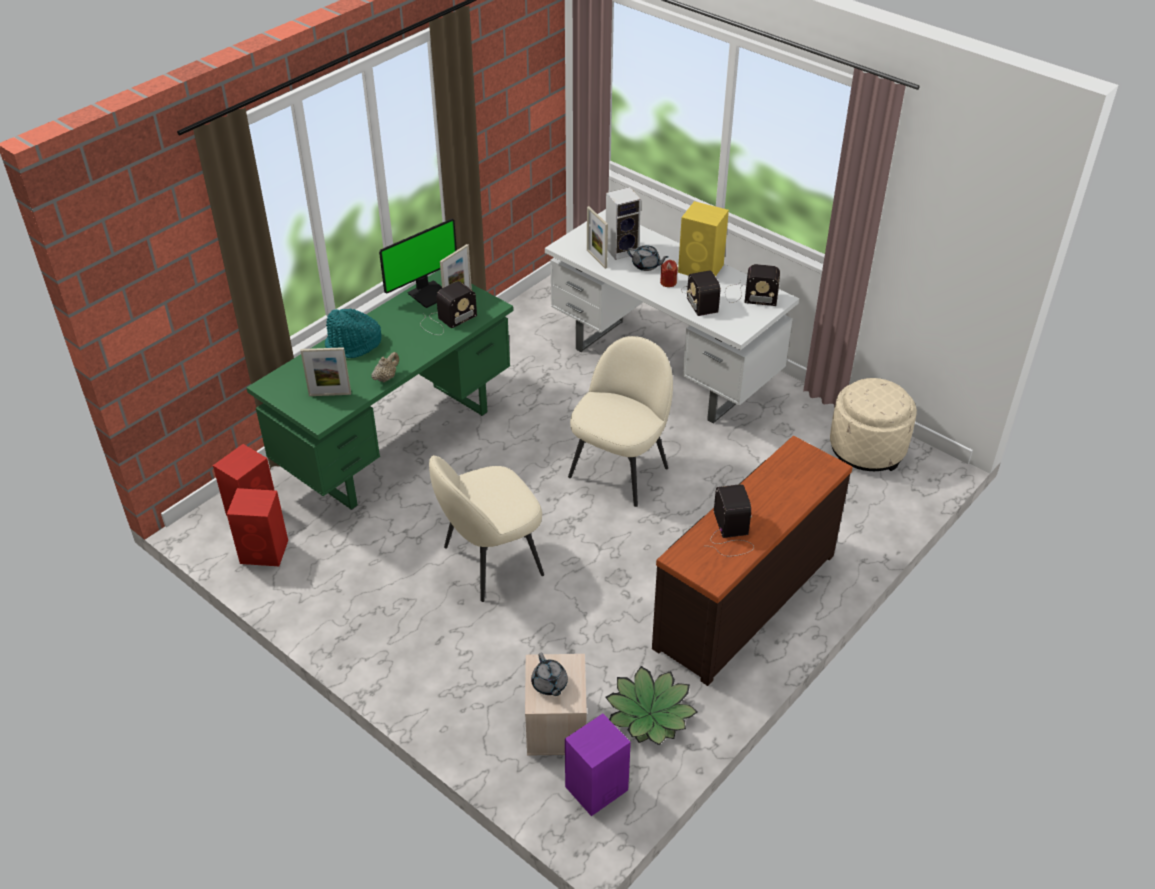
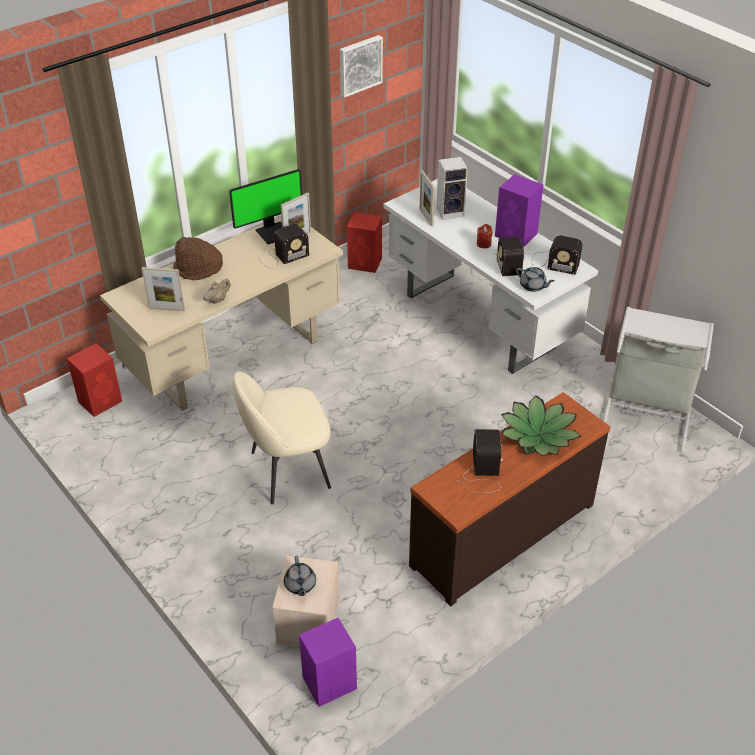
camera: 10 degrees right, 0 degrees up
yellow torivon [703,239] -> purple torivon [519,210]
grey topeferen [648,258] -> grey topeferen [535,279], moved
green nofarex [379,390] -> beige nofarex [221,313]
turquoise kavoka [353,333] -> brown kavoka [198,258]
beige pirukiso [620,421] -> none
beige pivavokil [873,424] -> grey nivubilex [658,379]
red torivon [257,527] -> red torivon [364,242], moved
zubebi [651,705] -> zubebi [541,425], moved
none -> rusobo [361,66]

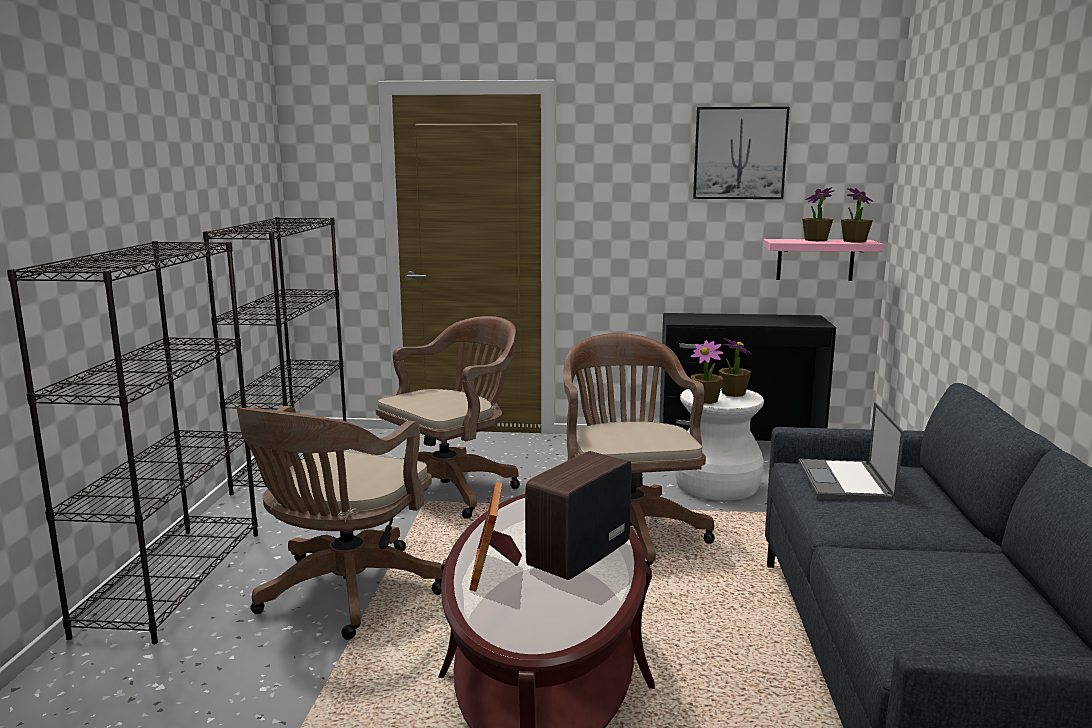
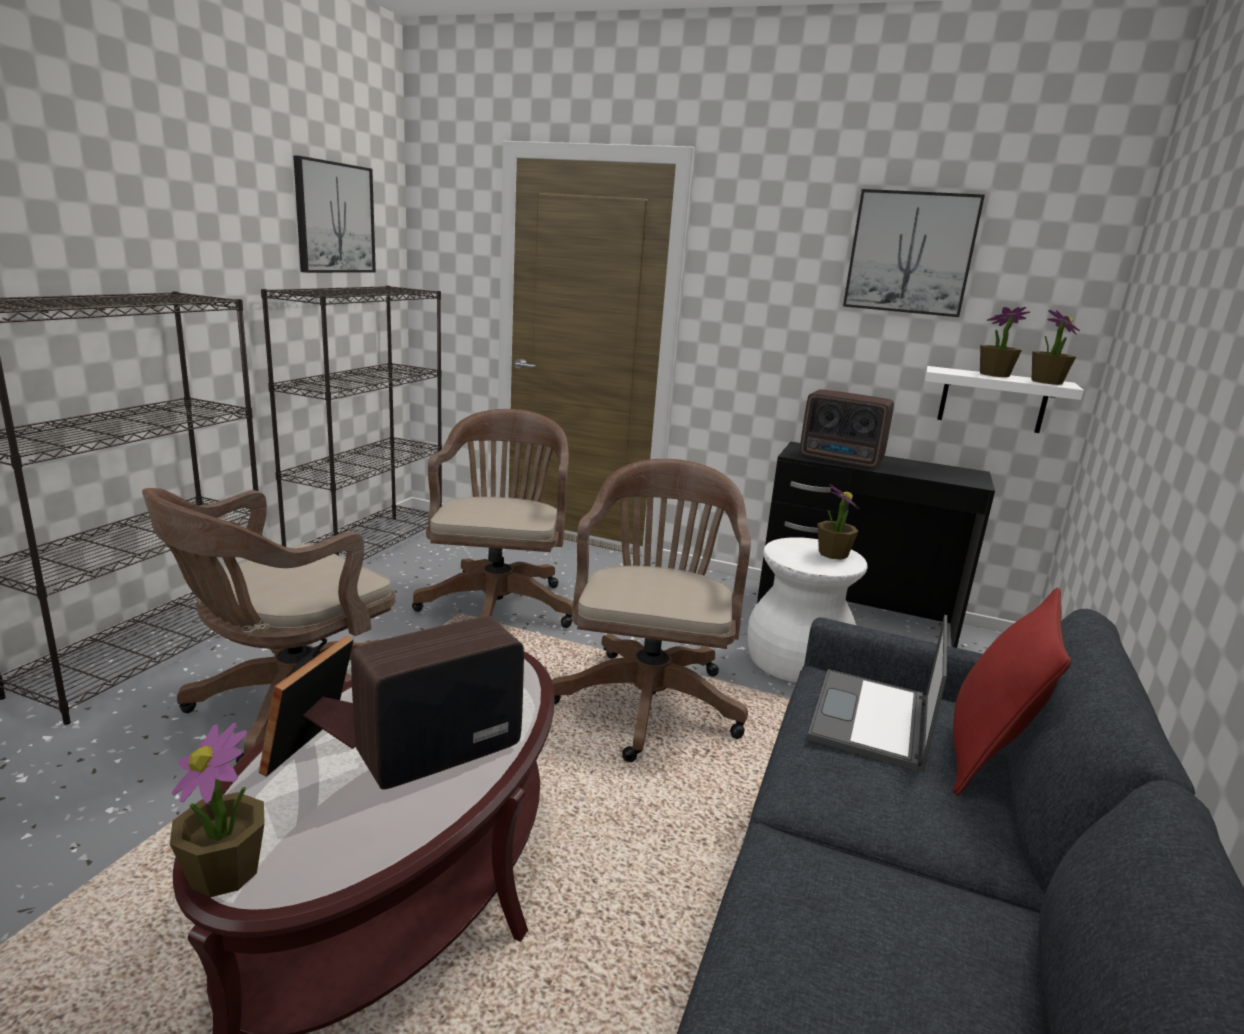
camera: 15 degrees right, 5 degrees up
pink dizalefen [823,260] -> white dizalefen [1004,399]
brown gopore [448,417] -> brown gopore [492,518], 60 degrees counterclockwise
zubebi [707,372] -> zubebi [217,809], moved
none -> rusobo [334,214]
none -> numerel [847,428]
none -> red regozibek [1012,691]

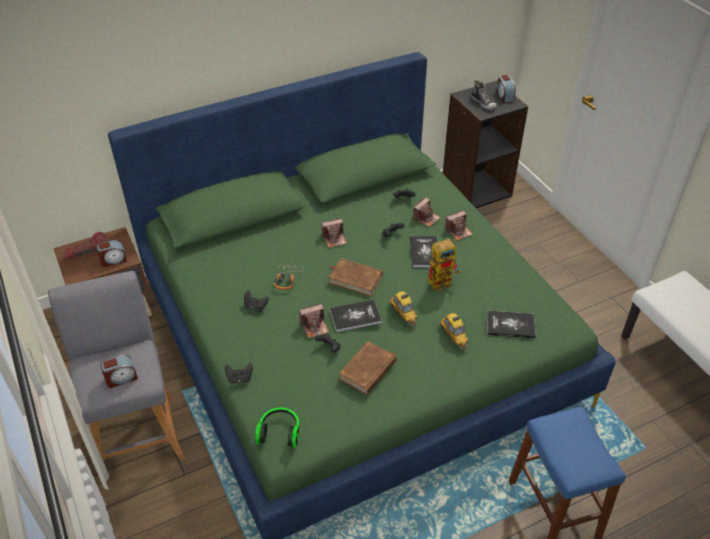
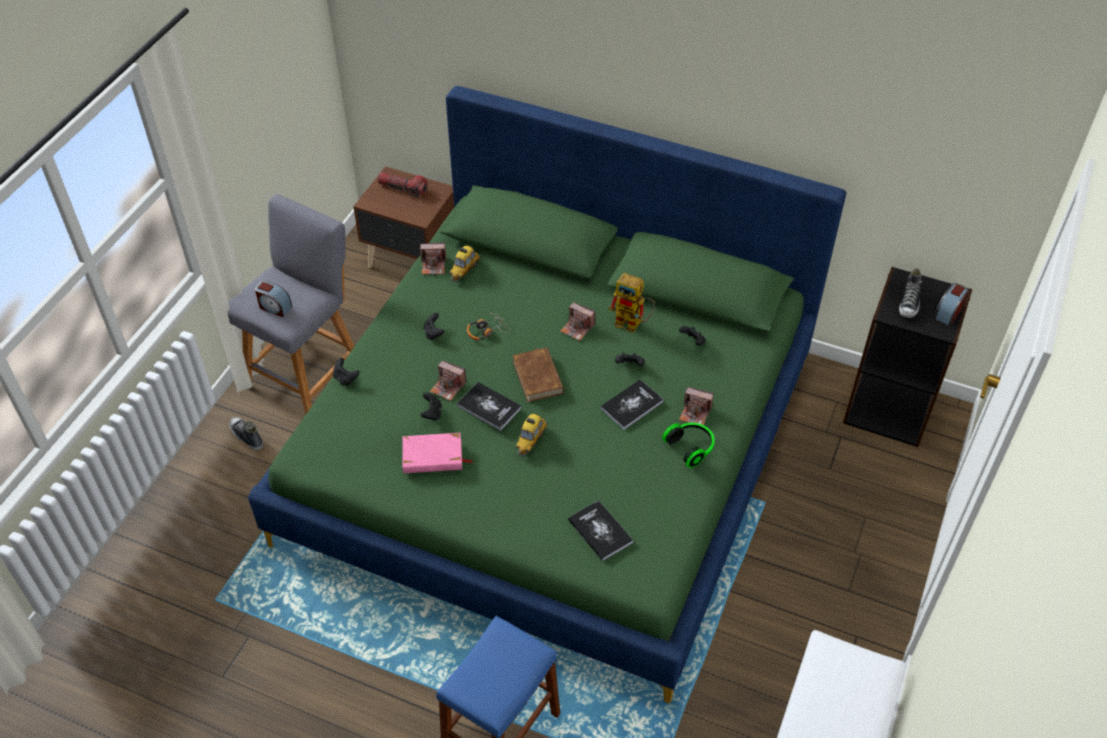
camera: 50 degrees right, 5 degrees up
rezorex [427,212] -> rezorex [433,258], moved
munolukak [444,265] -> munolukak [632,303], moved
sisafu [111,253] -> none
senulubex [454,331] -> senulubex [464,264], moved
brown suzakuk [367,368] -> pink suzakuk [437,453]
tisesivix [277,427] -> tisesivix [688,445], moved
none -> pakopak [246,433]

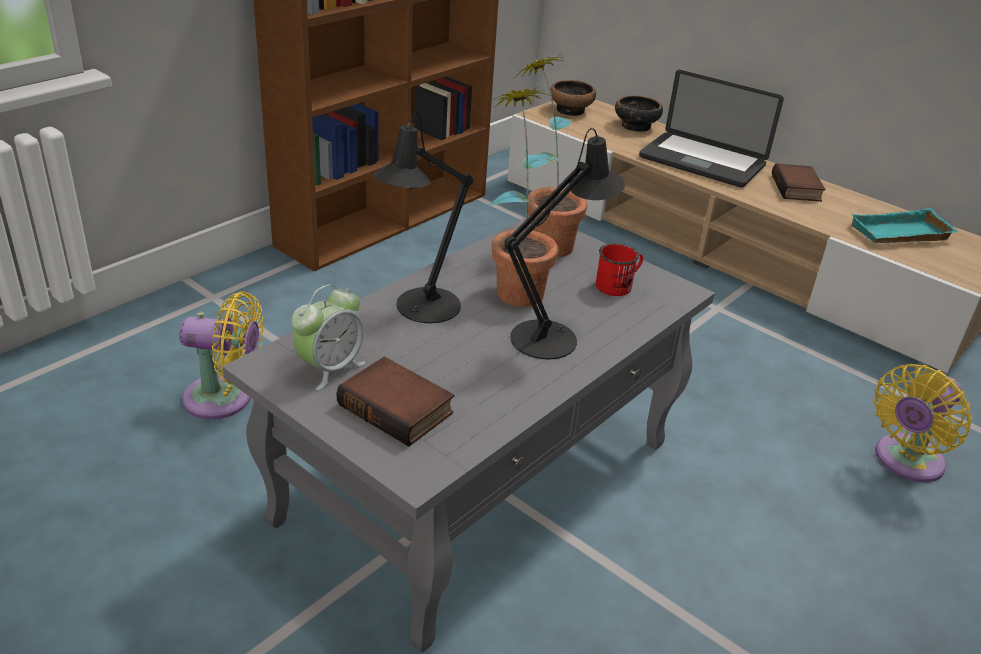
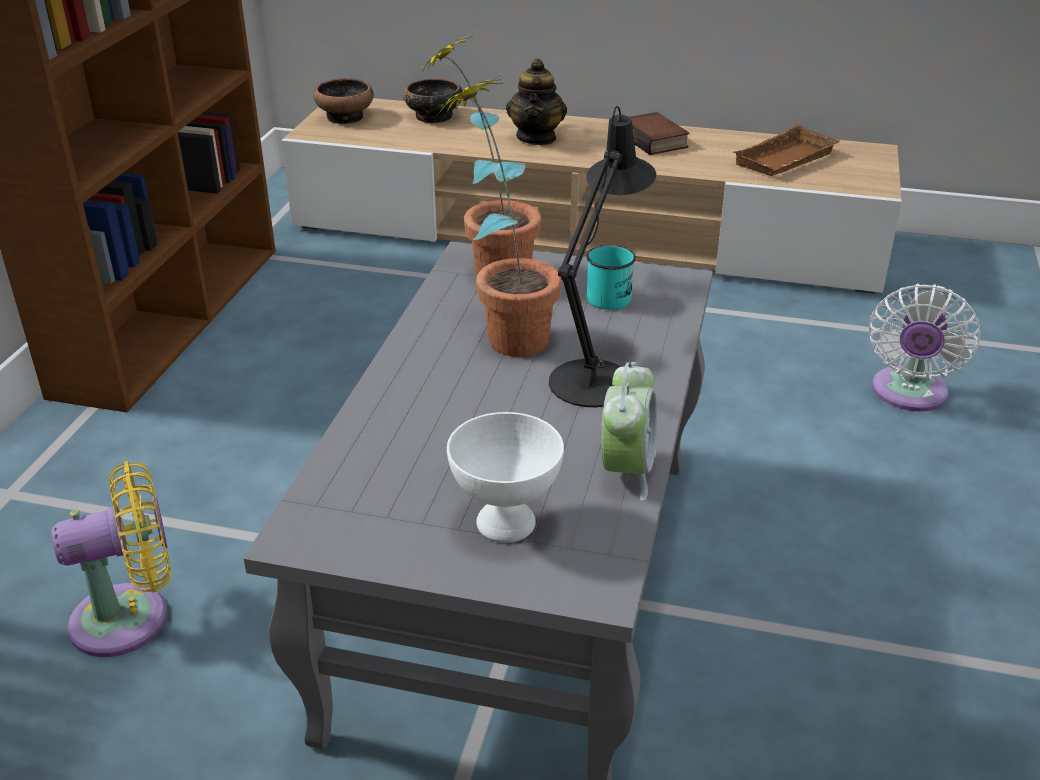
camera: 25 degrees left, 0 degrees up
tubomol [711,129] -> topeferen [536,101]
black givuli [423,217] -> none
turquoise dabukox [905,225] -> brown dabukox [786,150]
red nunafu [619,269] -> turquoise nunafu [611,277]
sisafu [328,337] -> sisafu [629,431], moved
suzakuk [395,402] -> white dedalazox [505,477]
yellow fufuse [923,423] -> white fufuse [924,347]

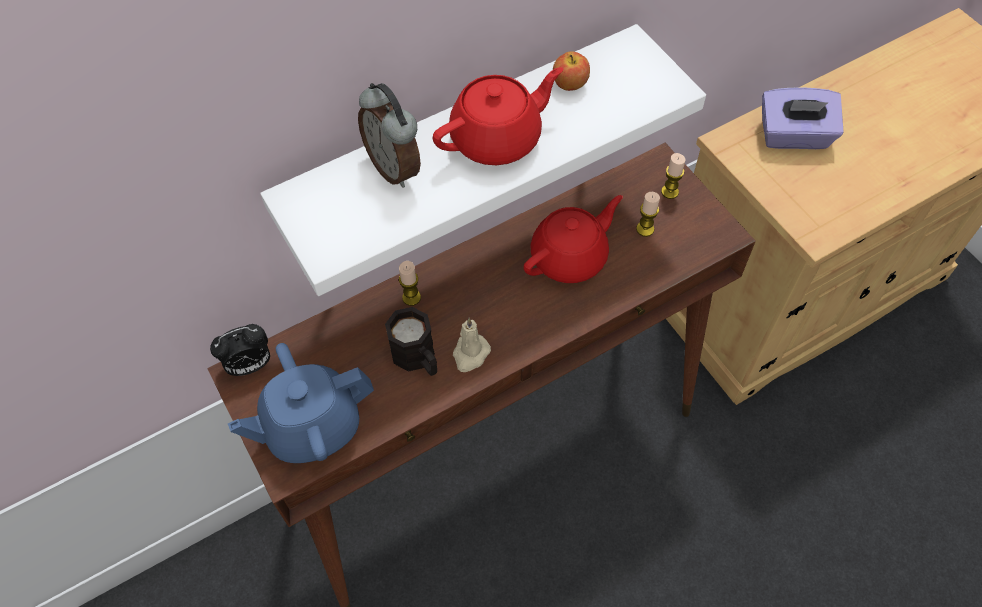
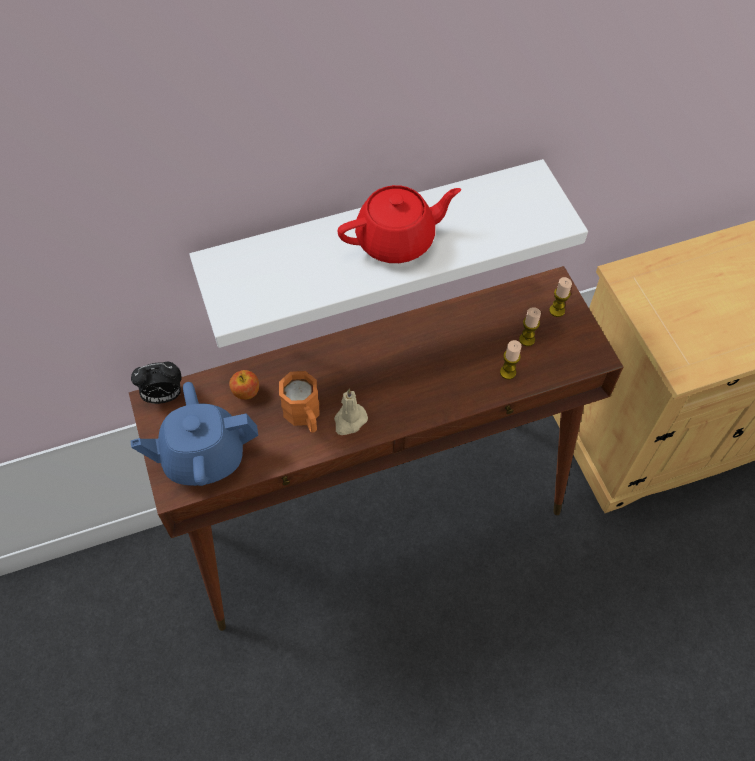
camera: 10 degrees right, 0 degrees up
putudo [571,71] -> putudo [244,384], moved
sisafu [389,135] -> none
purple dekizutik [803,118] -> none
red topeferen [573,239] -> none
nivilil [410,283] -> nivilil [510,360], moved
black nunafu [411,341] -> orange nunafu [299,402]

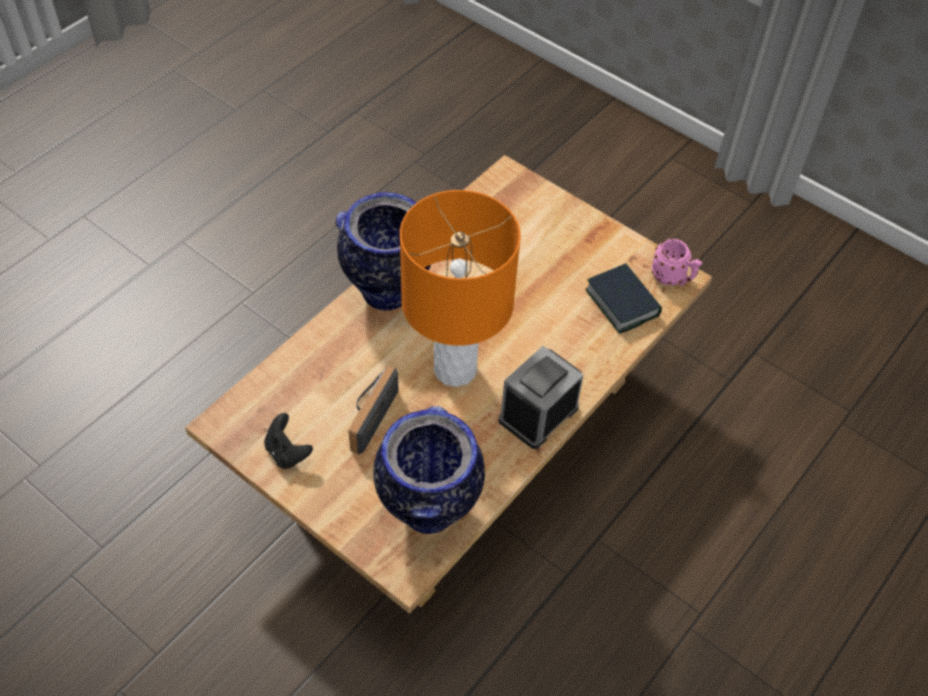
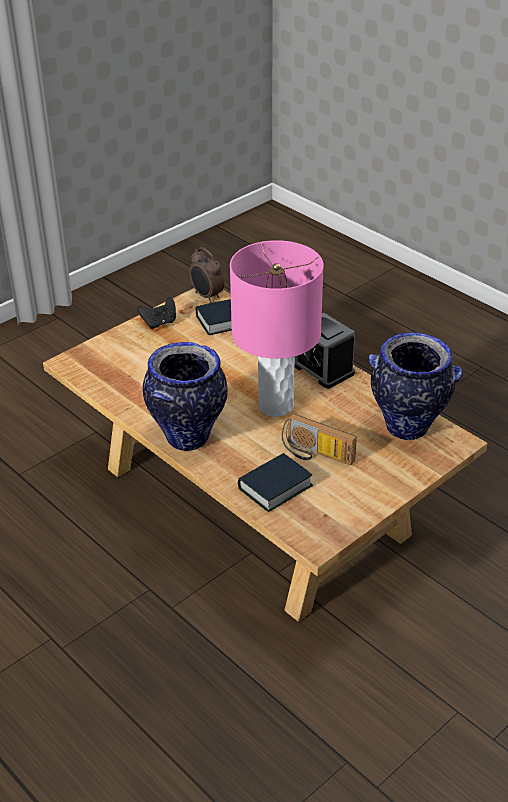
camera: 80 degrees left, 15 degrees down
orange givuli [460,288] -> pink givuli [277,328]
pink nunafu [677,262] -> sisafu [206,275]
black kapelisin [288,441] -> black kapelisin [156,313], moved
none -> suzakuk [275,482]

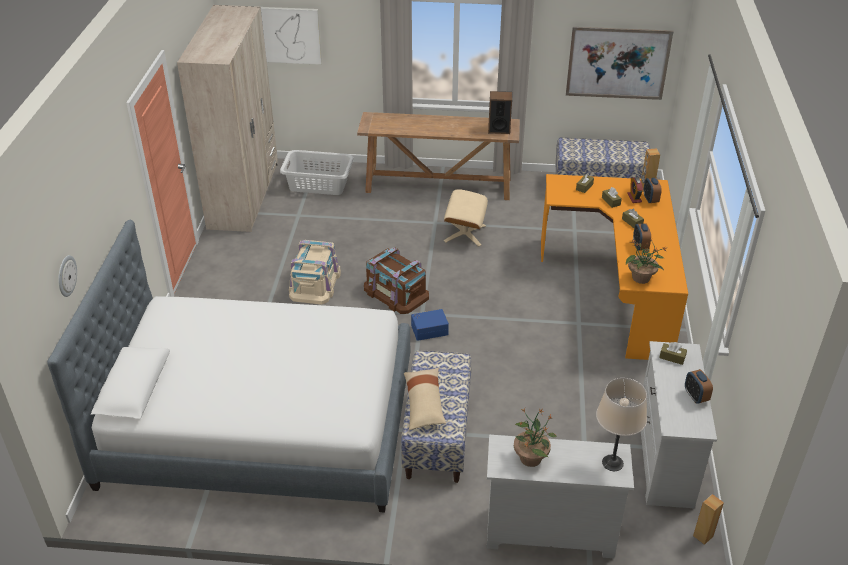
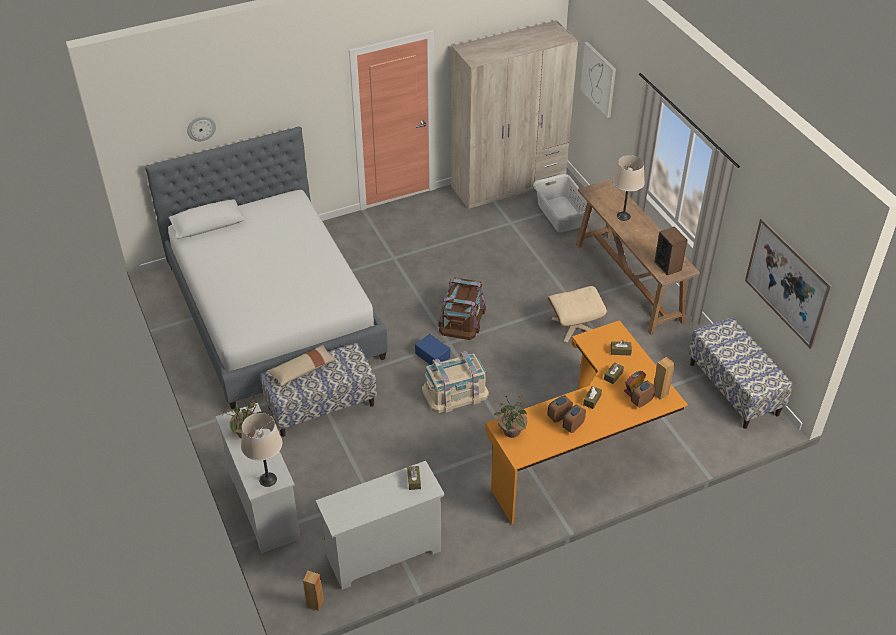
camera: 60 degrees right, 5 degrees up
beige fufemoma [315,272] -> beige fufemoma [455,382], moved
sisafu [699,386] -> sisafu [574,418], moved
none -> beige givuli [628,188]

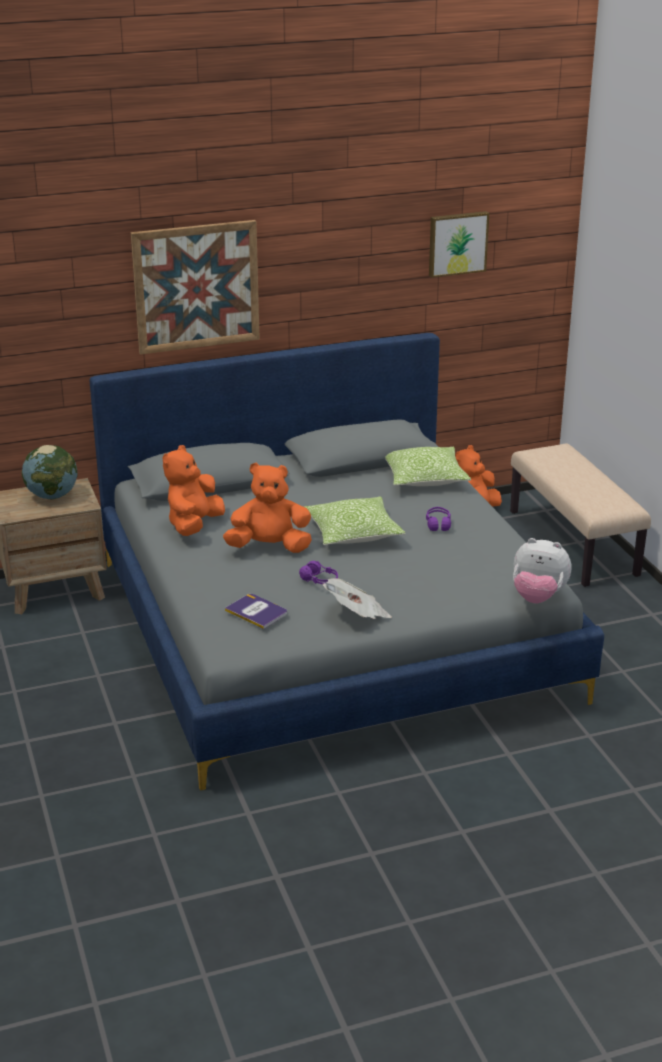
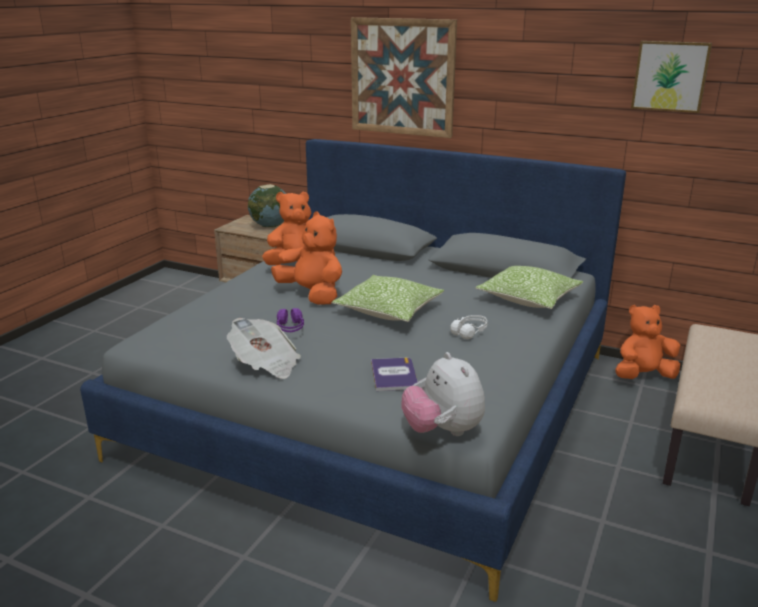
camera: 45 degrees right, 5 degrees down
purple tisesivix [438,519] -> white tisesivix [468,327]
suzakuk [256,611] -> suzakuk [394,374], moved

